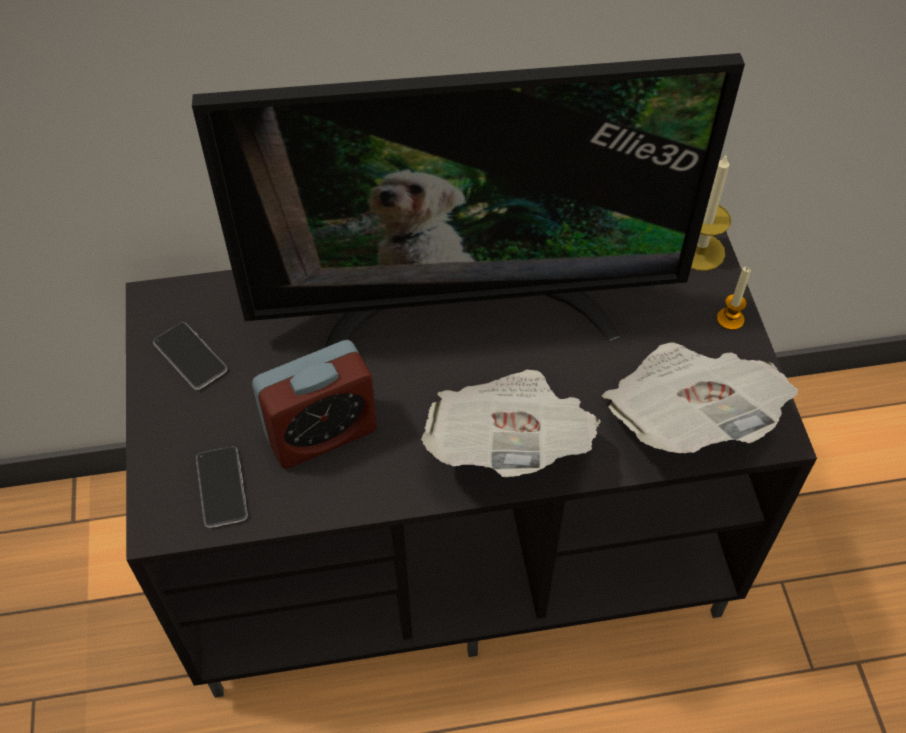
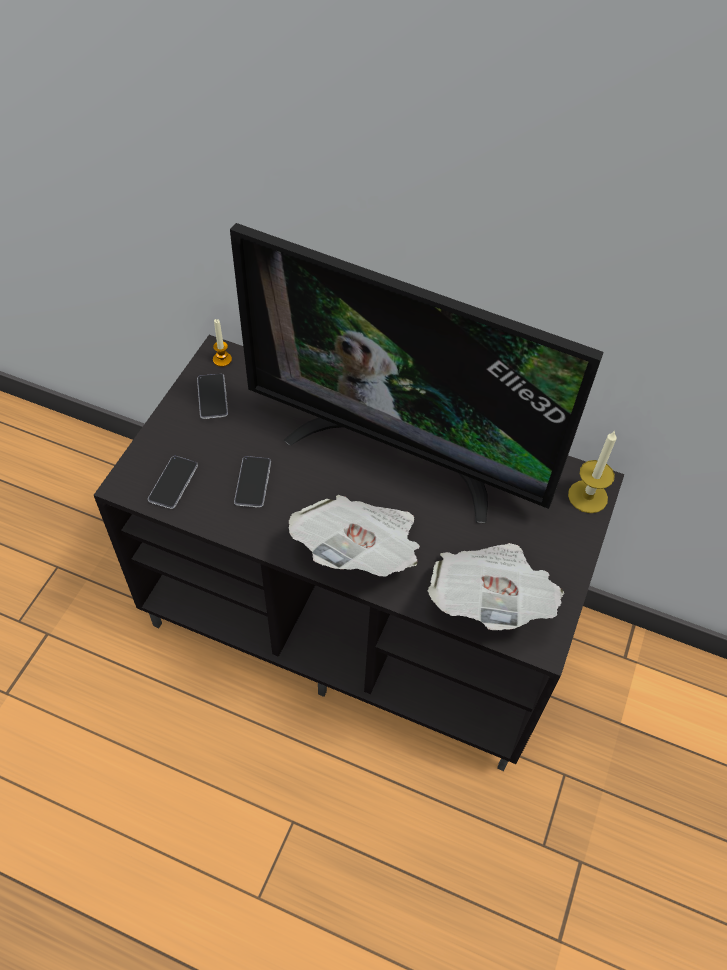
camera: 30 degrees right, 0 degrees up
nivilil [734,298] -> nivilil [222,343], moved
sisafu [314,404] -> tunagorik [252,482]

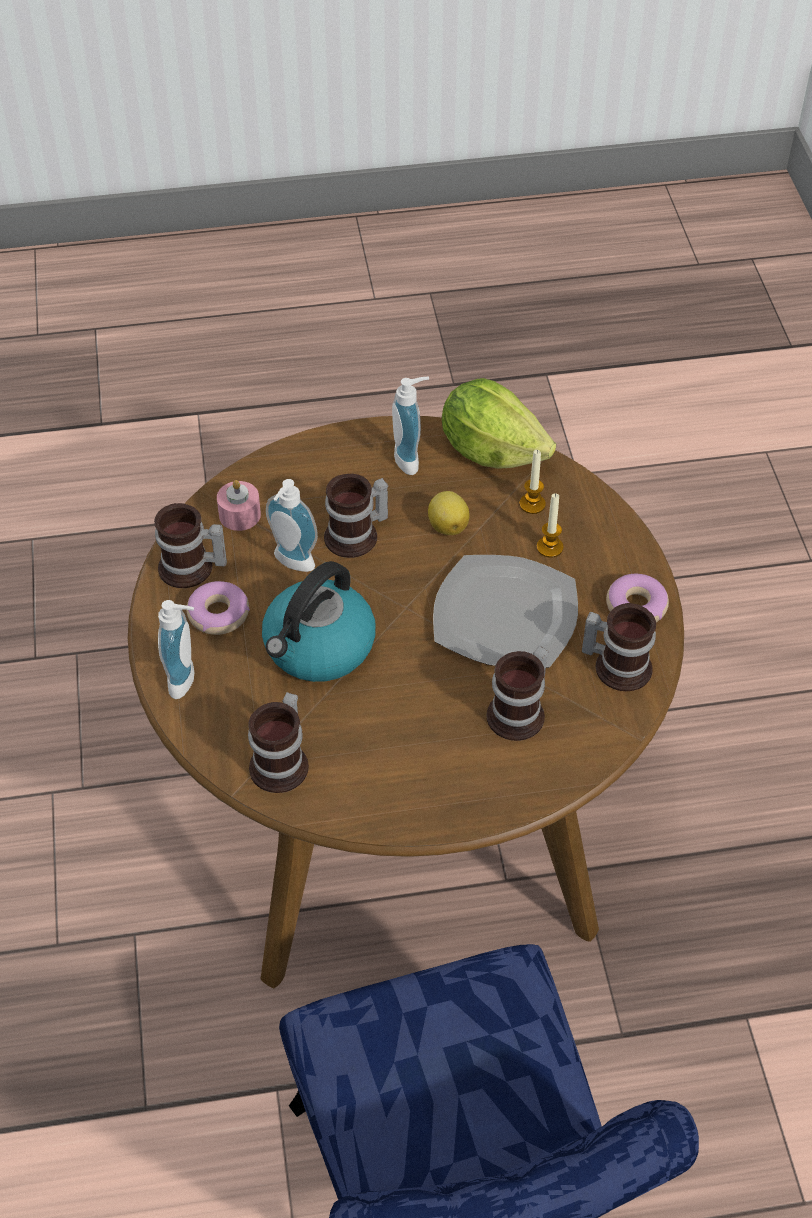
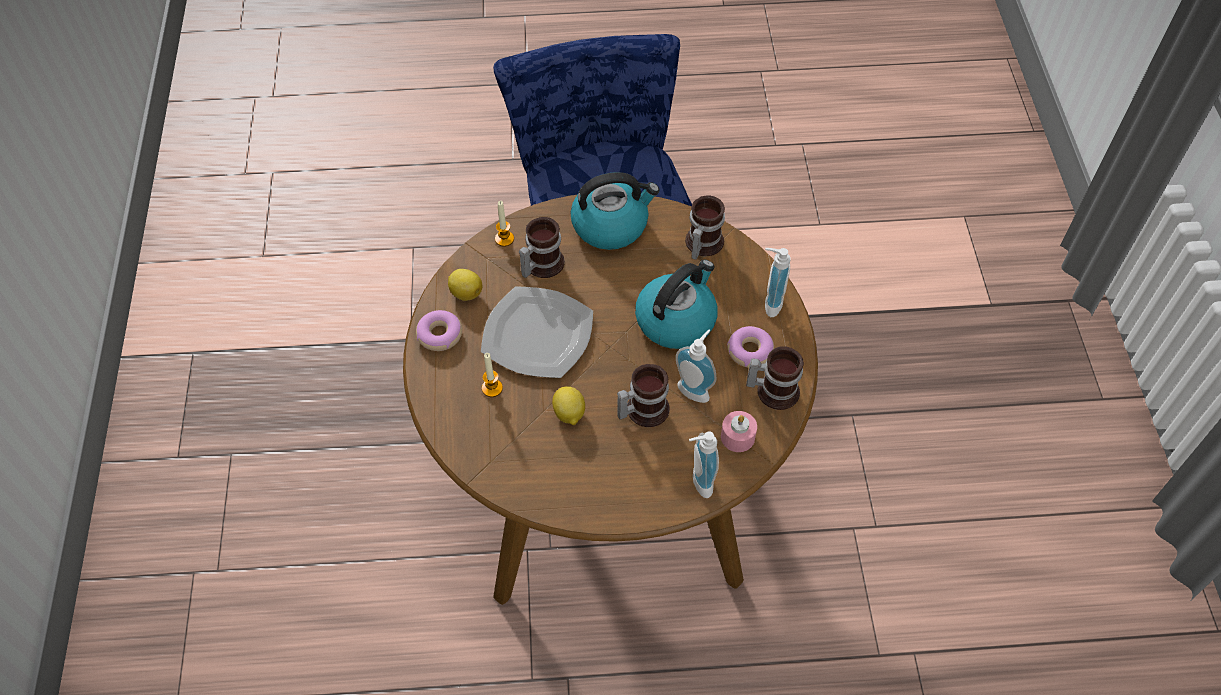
camera: 175 degrees left, 5 degrees up
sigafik [410,426] -> sigafik [704,465], moved
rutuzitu [499,423] -> none
nivilil [533,482] -> nivilil [504,224], moved
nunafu [619,647] -> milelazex [465,285]
none -> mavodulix [615,211]

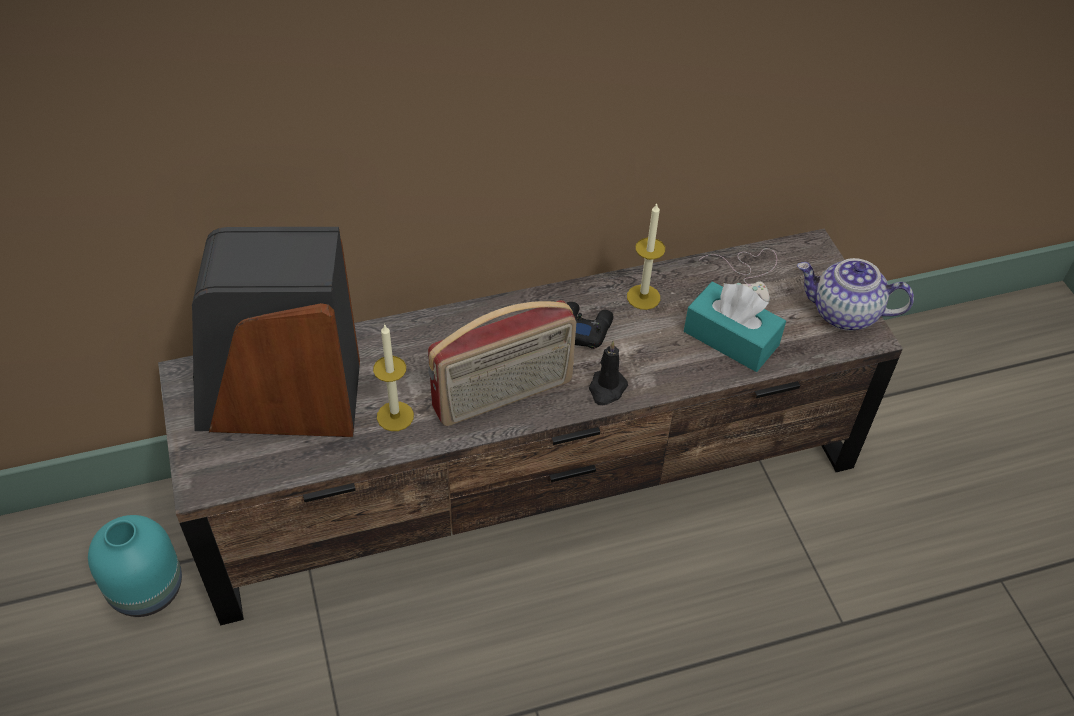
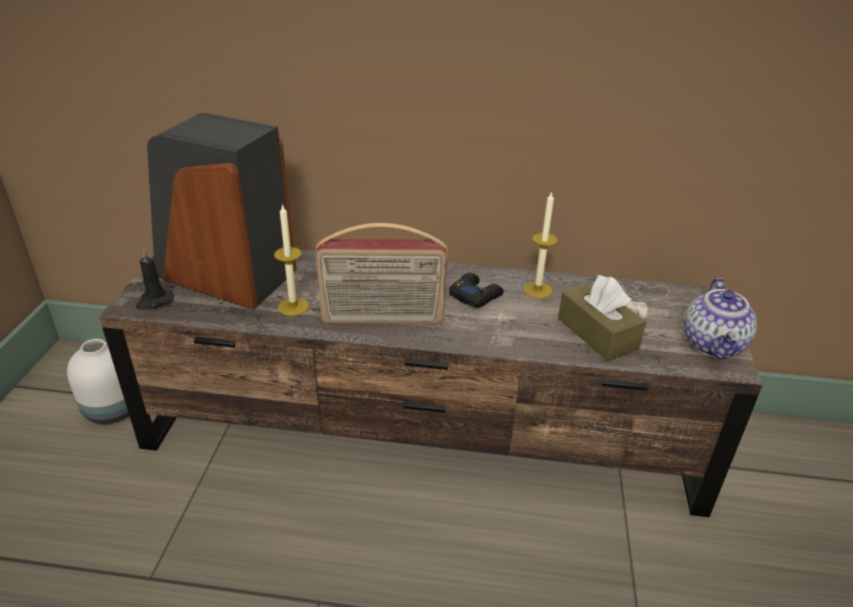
camera: 25 degrees right, 15 degrees down
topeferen [855,294] -> topeferen [720,319], 120 degrees counterclockwise
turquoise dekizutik [735,326] -> brown dekizutik [602,318]
black nivilil [608,373] -> black nivilil [155,279], moved
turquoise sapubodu [135,566] -> white sapubodu [98,381]

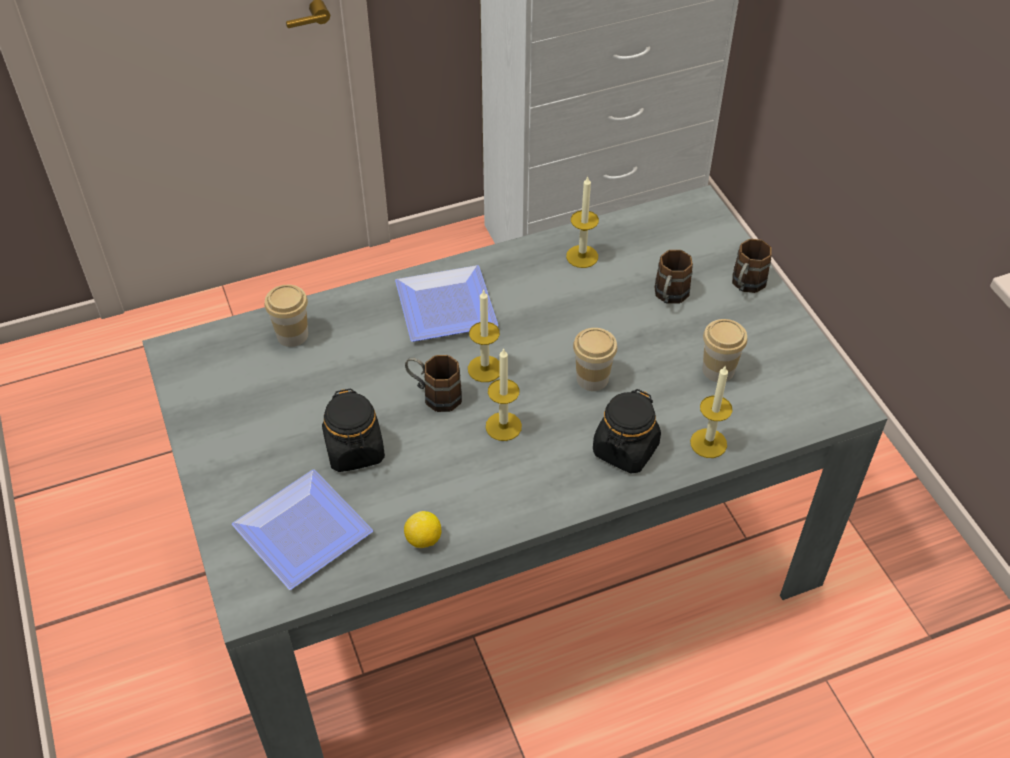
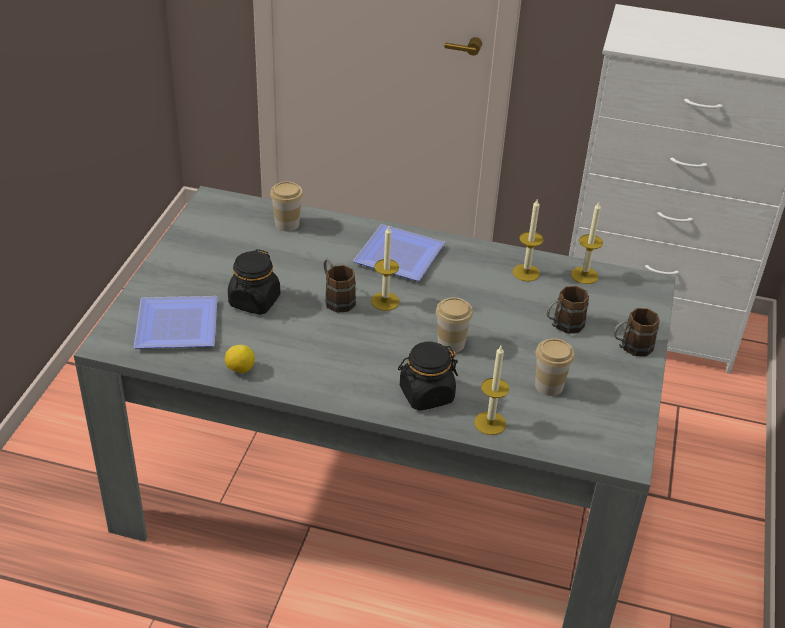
camera: 35 degrees right, 10 degrees down
nivilil [504,394] -> nivilil [587,243], moved

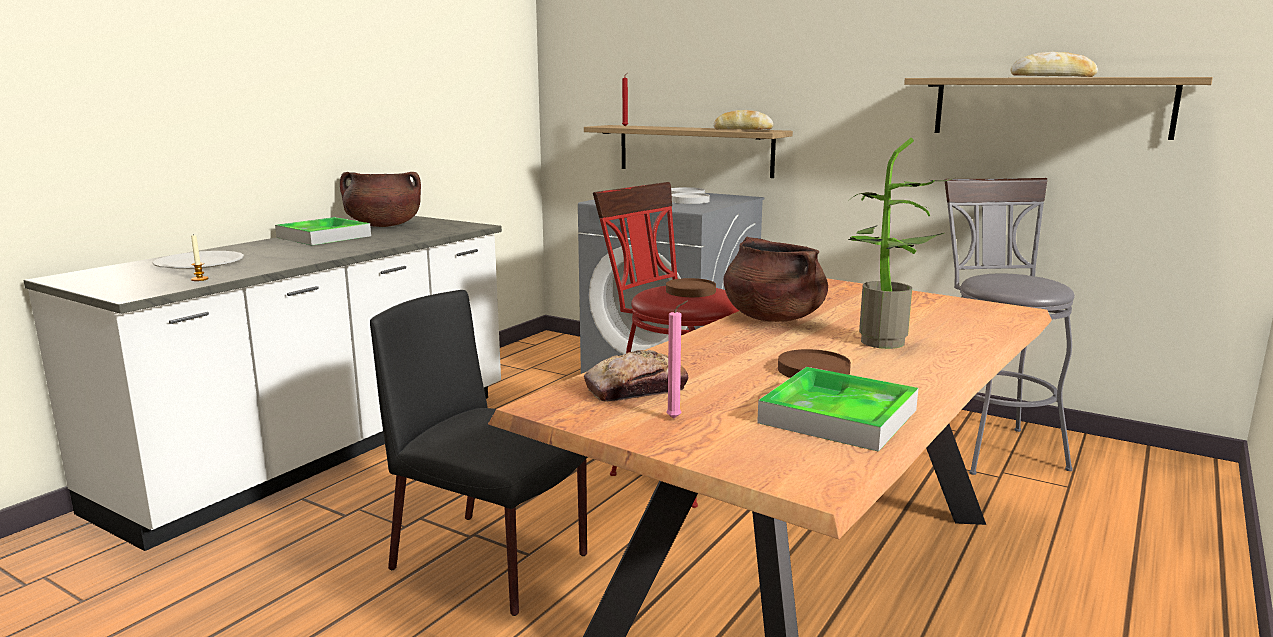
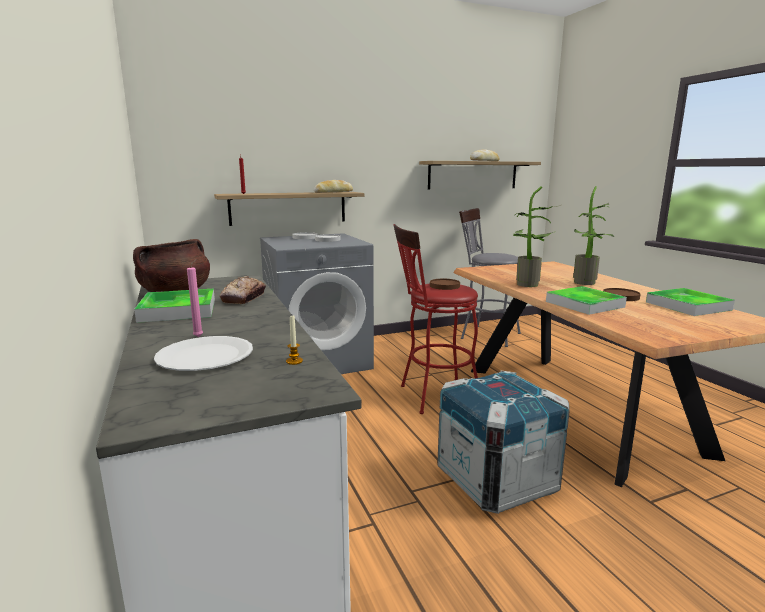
camera: 55 degrees left, 0 degrees up
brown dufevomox [775,279] -> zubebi [537,236]
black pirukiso [479,453] -> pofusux [503,442]
pink nivilil [677,360] -> pink nivilil [195,298], moved
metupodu [636,376] -> metupodu [243,290], moved
none -> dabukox [586,300]

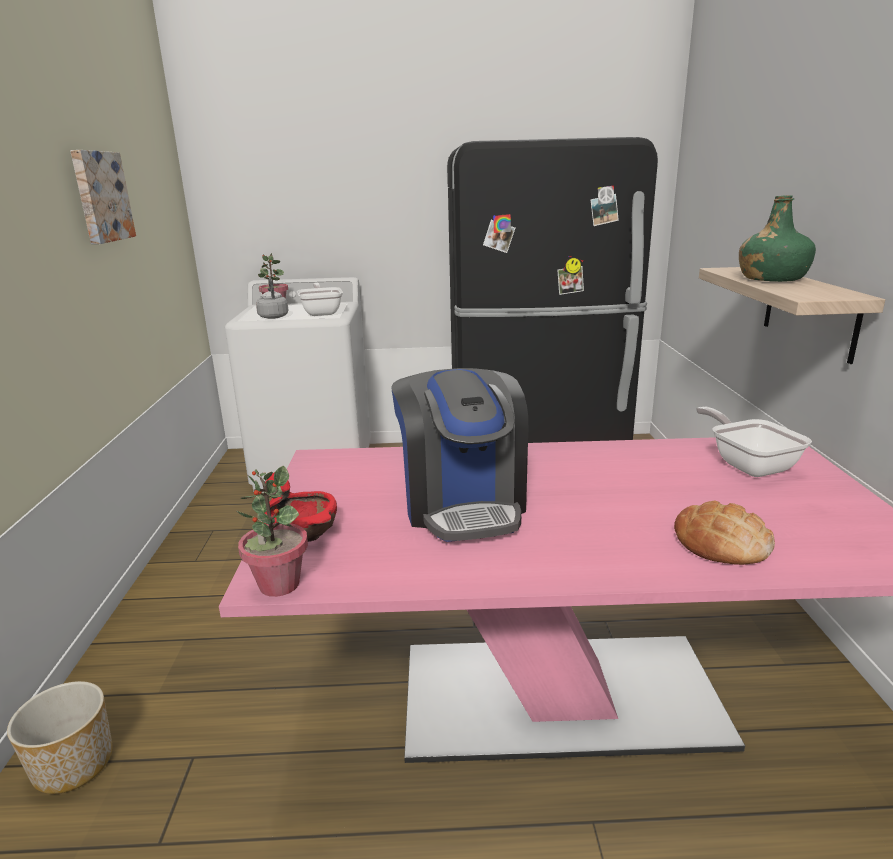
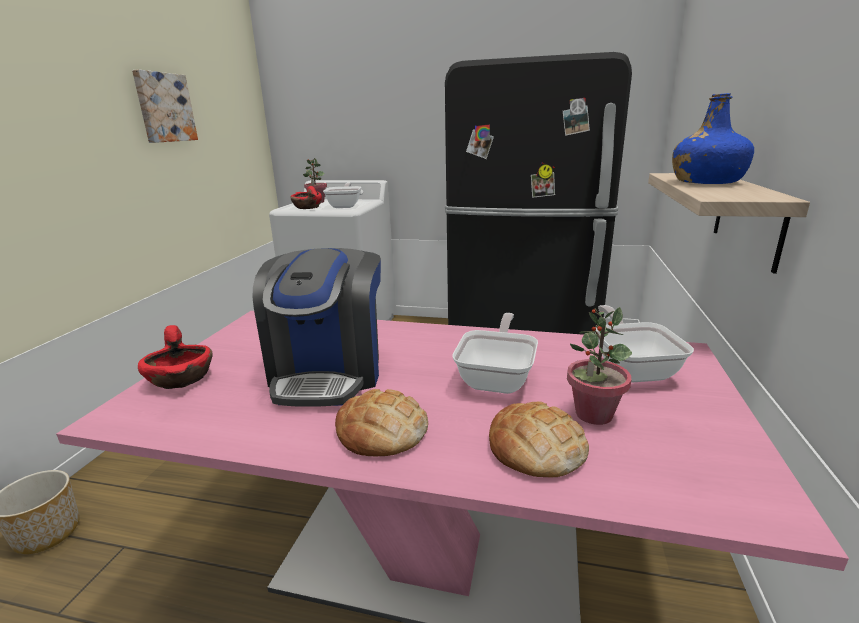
camera: 15 degrees right, 0 degrees up
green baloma [777,238] -> blue baloma [713,138]
grey mavodulix [272,298] -> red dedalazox [306,197]
zubebi [272,531] -> zubebi [599,366], moved
none -> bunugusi [495,353]
none -> metupodu [381,422]

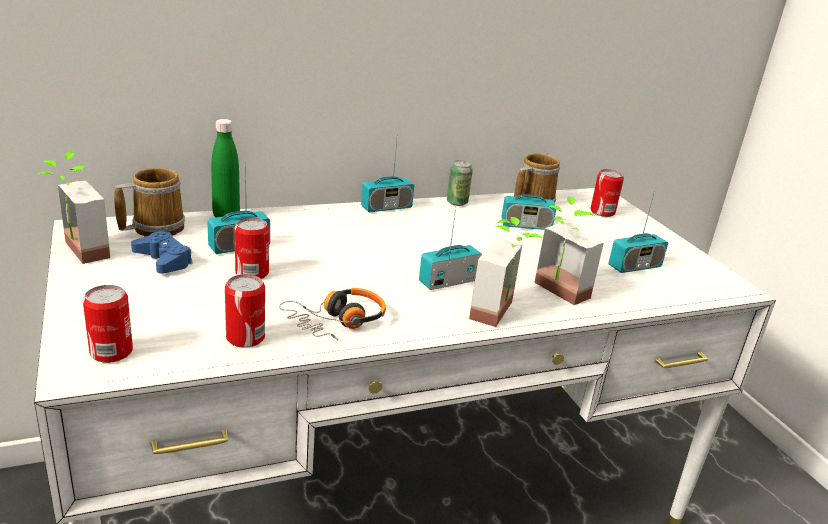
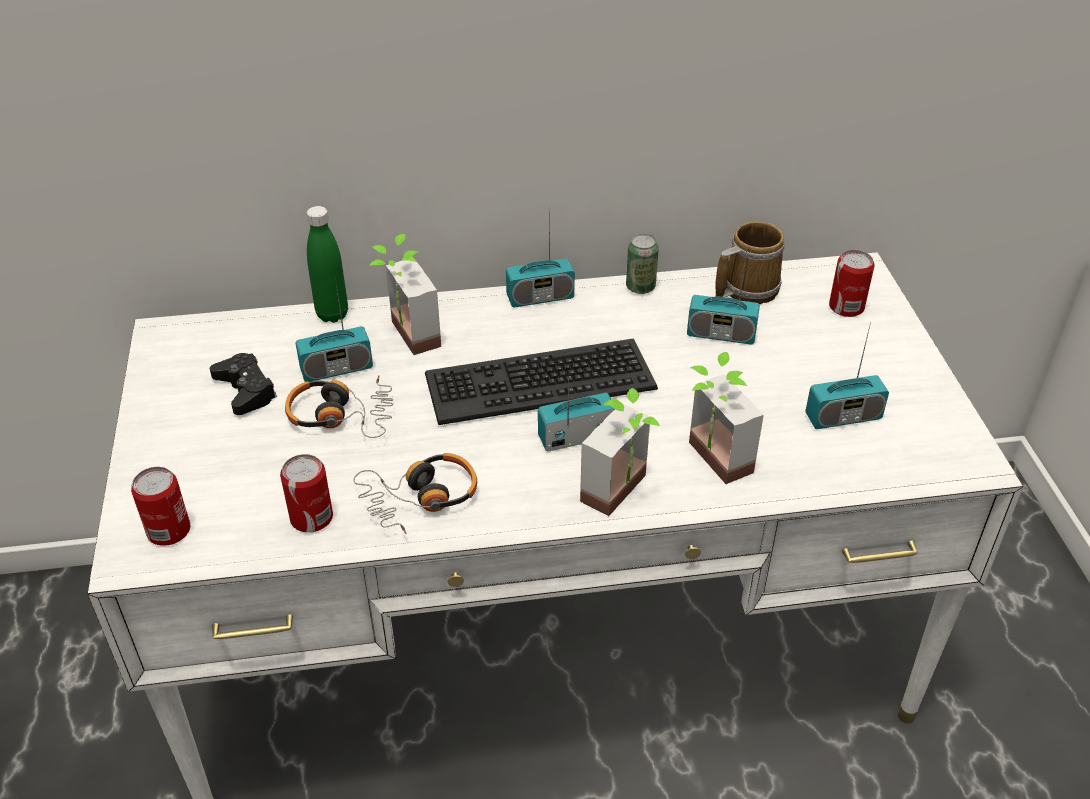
camera: 15 degrees right, 15 degrees up
zubebi [73,208] -> zubebi [405,294], moved
nunafu [149,202] -> none
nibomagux [252,248] -> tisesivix [339,406]
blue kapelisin [162,252] -> black kapelisin [243,384]
none -> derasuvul [541,381]

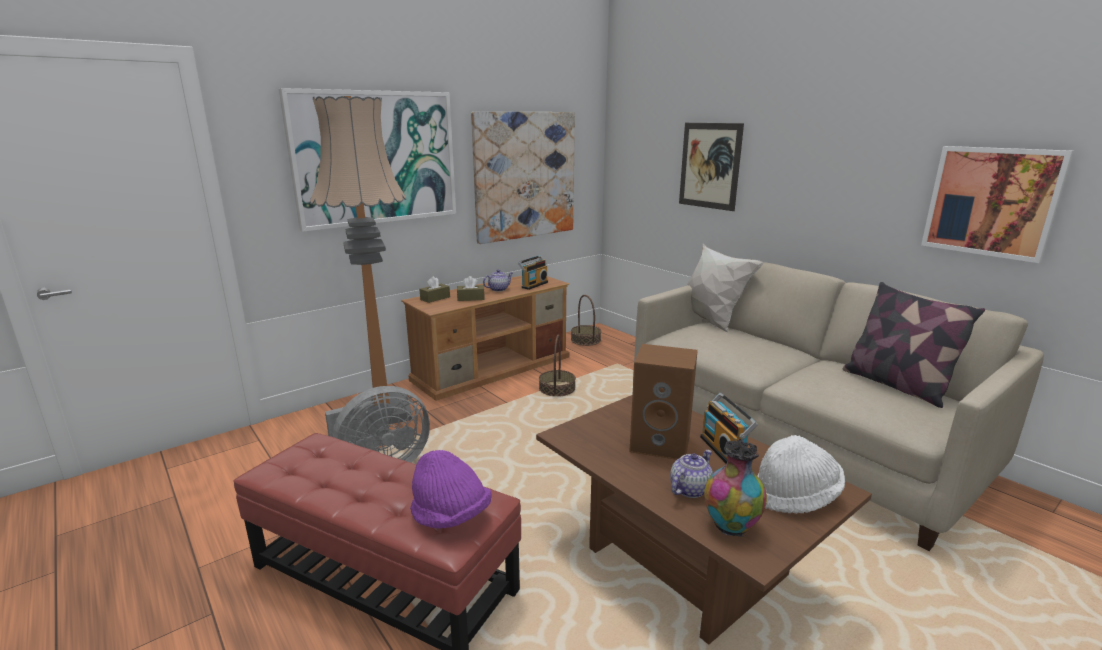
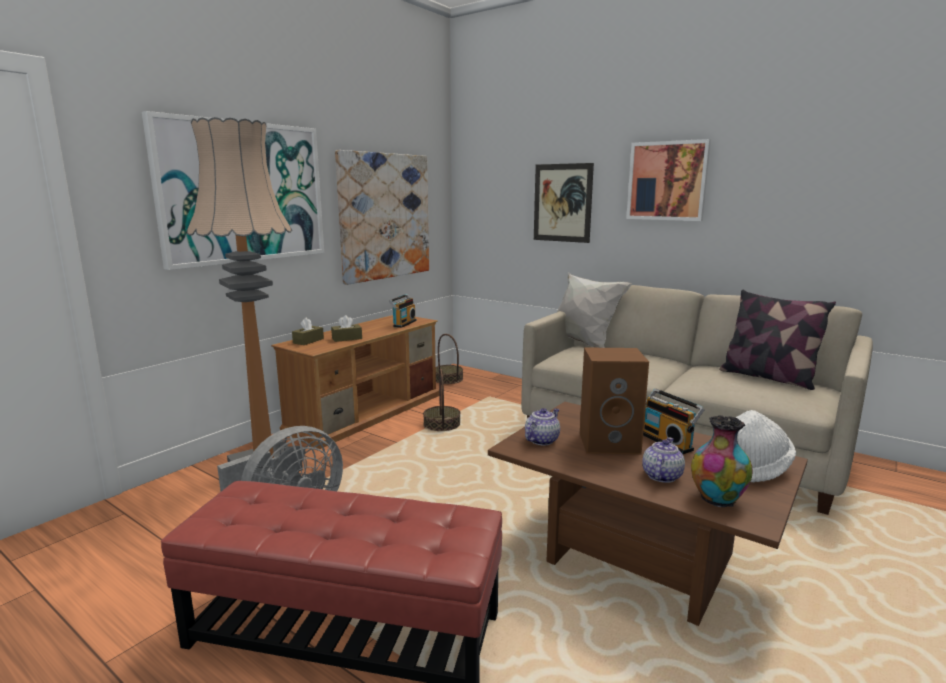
camera: 15 degrees left, 5 degrees down
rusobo [997,204] -> rusobo [668,180], moved
topeferen [498,281] -> topeferen [542,427], moved
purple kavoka [451,489] -> none

